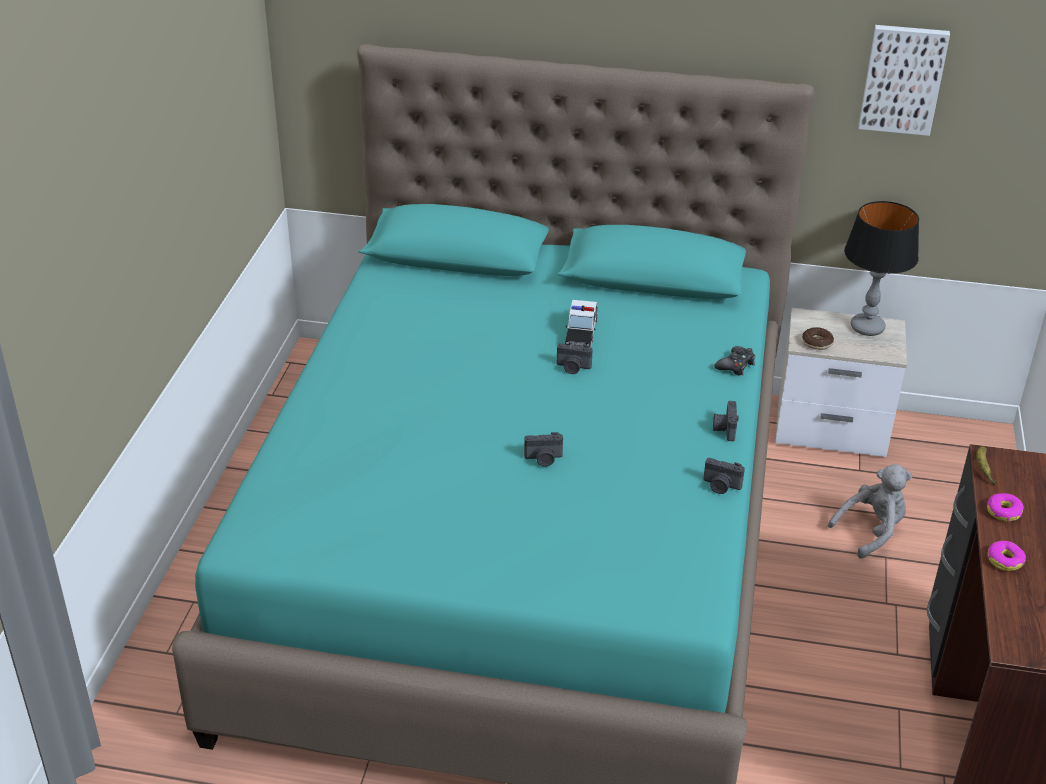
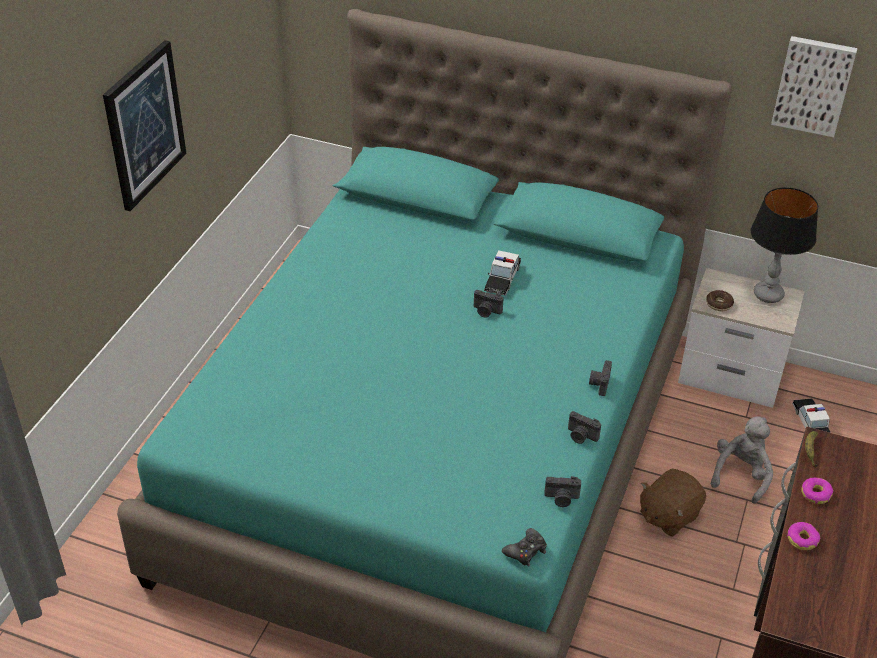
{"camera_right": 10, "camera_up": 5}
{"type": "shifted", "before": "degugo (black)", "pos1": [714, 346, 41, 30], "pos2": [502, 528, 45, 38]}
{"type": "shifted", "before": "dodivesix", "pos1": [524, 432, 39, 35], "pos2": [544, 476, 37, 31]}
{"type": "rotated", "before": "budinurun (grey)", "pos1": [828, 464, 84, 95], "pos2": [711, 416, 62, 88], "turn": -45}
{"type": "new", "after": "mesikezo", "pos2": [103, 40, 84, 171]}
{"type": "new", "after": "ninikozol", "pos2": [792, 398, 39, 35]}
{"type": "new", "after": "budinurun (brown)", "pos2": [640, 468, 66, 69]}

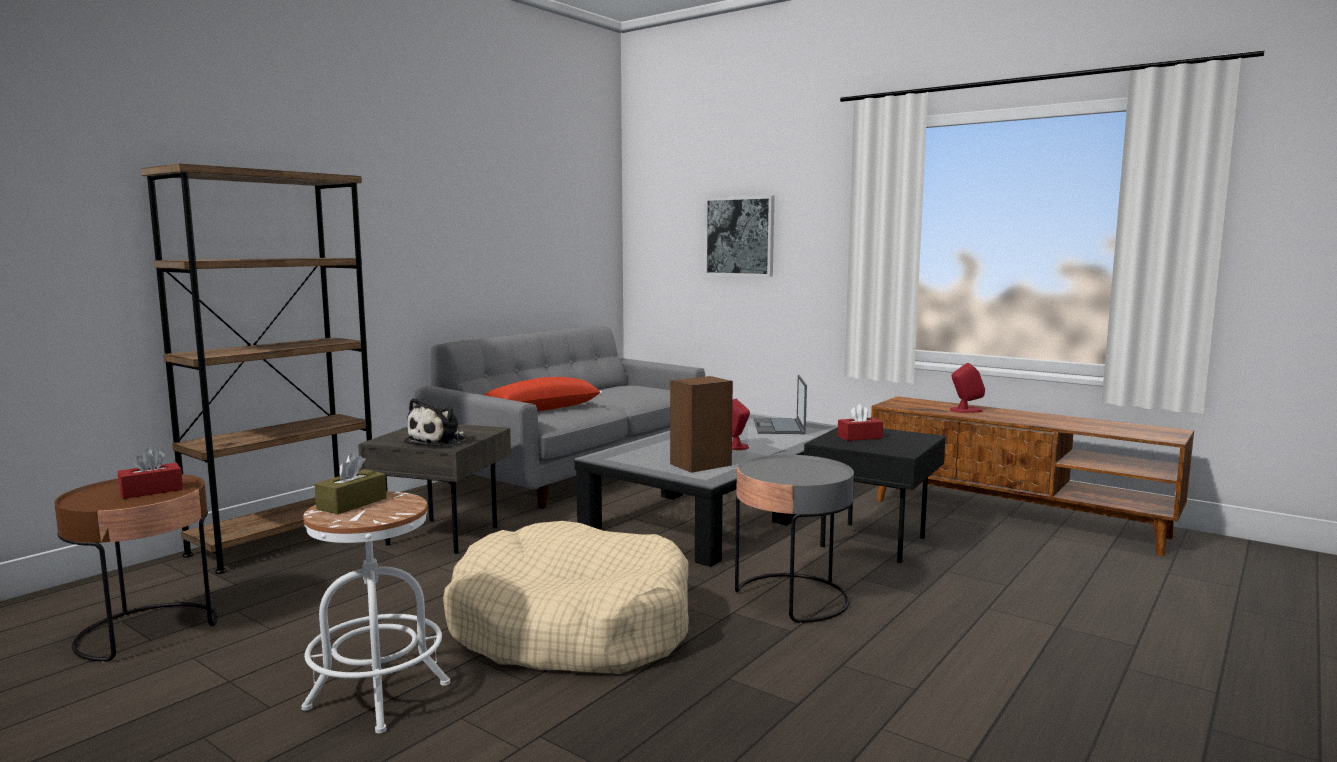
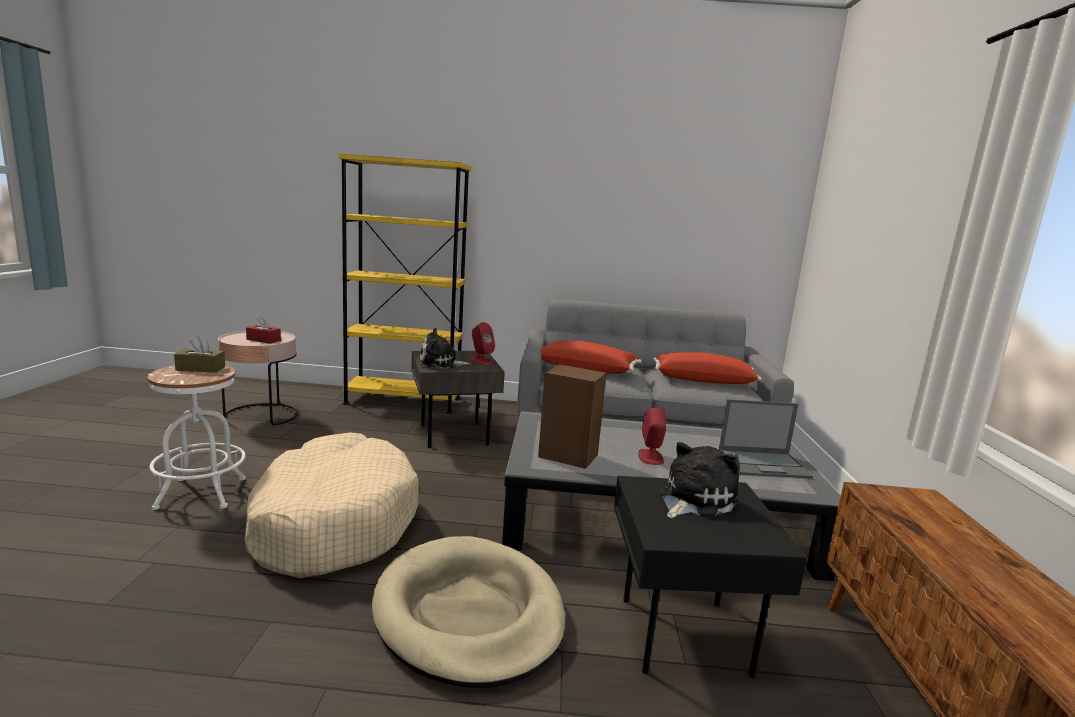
{"camera_right": 55, "camera_up": 5}
{"type": "repainted", "before": "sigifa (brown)", "after": "sigifa (yellow)", "pos1": [141, 163, 231, 411], "pos2": [338, 154, 133, 260]}
{"type": "gone", "before": "mesikezo", "pos1": [704, 195, 70, 82]}
{"type": "shifted", "before": "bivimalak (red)", "pos1": [950, 363, 35, 50], "pos2": [470, 322, 25, 43]}
{"type": "rotated", "before": "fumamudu", "pos1": [754, 375, 53, 59], "pos2": [719, 399, 94, 80], "turn": -150}
{"type": "swapped", "before": "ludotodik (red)", "after": "budinurun", "pos1": [837, 404, 46, 37], "pos2": [659, 442, 81, 76]}
{"type": "swapped", "before": "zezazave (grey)", "after": "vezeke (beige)", "pos1": [735, 455, 119, 168], "pos2": [372, 536, 194, 152]}
{"type": "repainted", "before": "zezazave (brown)", "after": "zezazave (pink)", "pos1": [54, 474, 164, 188], "pos2": [218, 331, 80, 95]}
{"type": "new", "after": "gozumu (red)", "pos2": [653, 352, 109, 32]}

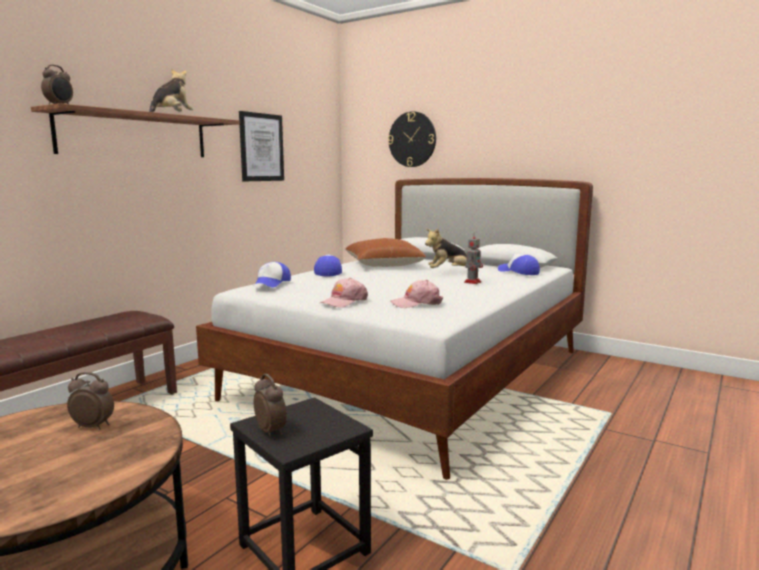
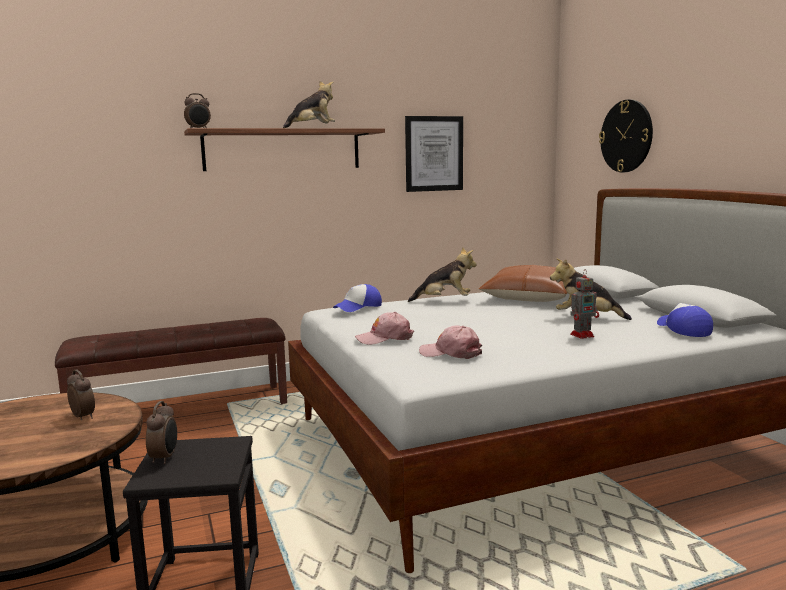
{"camera_right": 35, "camera_up": 0}
{"type": "swapped", "before": "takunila", "after": "budinurun", "pos1": [314, 254, 28, 23], "pos2": [408, 247, 69, 55]}

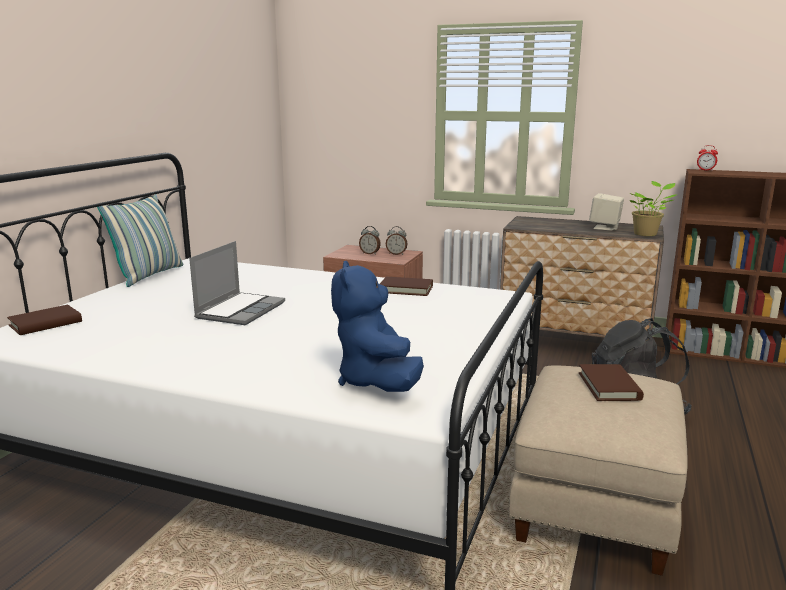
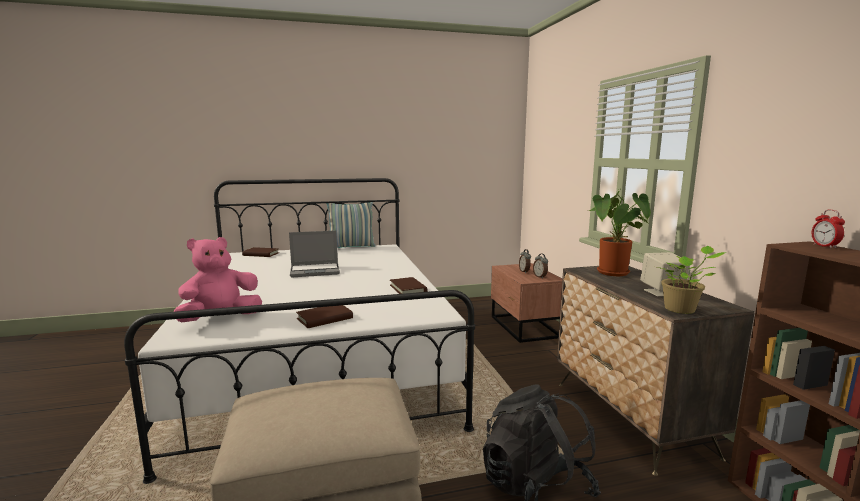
{"camera_right": 55, "camera_up": -5}
{"type": "repainted", "before": "budinurun (blue)", "after": "budinurun (pink)", "pos1": [331, 261, 93, 131], "pos2": [173, 237, 89, 85]}
{"type": "shifted", "before": "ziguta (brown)", "pos1": [579, 364, 65, 37], "pos2": [296, 305, 57, 23]}
{"type": "new", "after": "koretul", "pos2": [589, 190, 62, 86]}

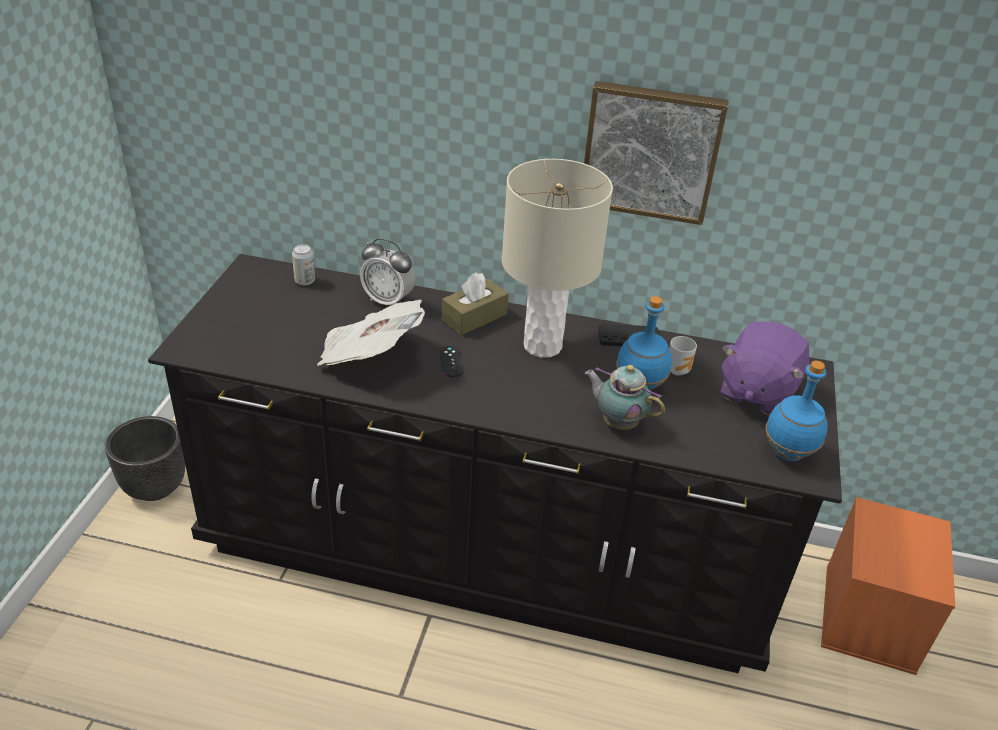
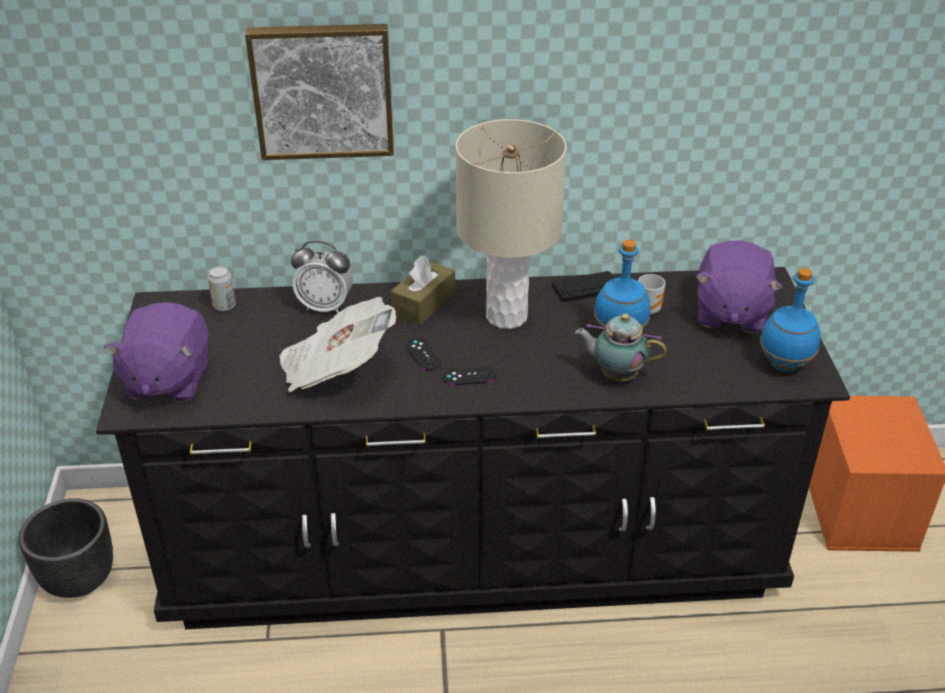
{"camera_right": -15, "camera_up": 0}
{"type": "shifted", "before": "mesikezo", "pos1": [584, 81, 145, 144], "pos2": [245, 24, 149, 136]}
{"type": "new", "after": "budinurun (purple)", "pos2": [104, 302, 105, 100]}
{"type": "new", "after": "degugo (black)", "pos2": [443, 367, 53, 18]}

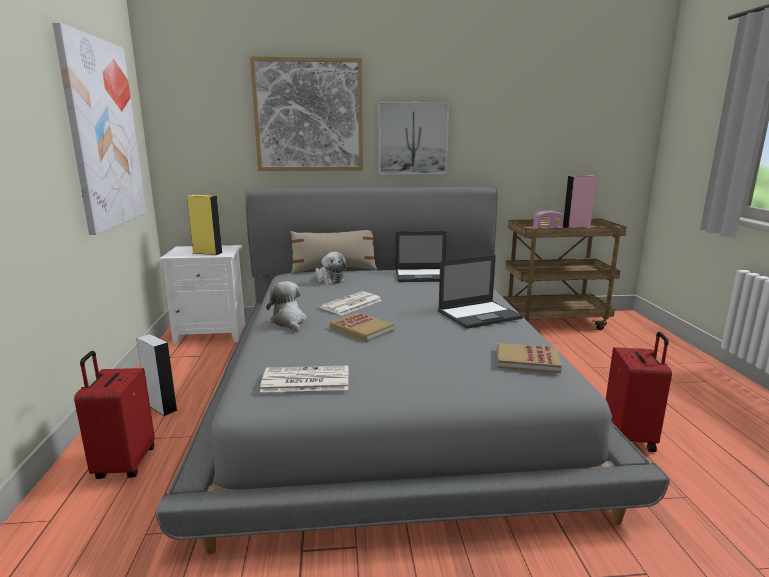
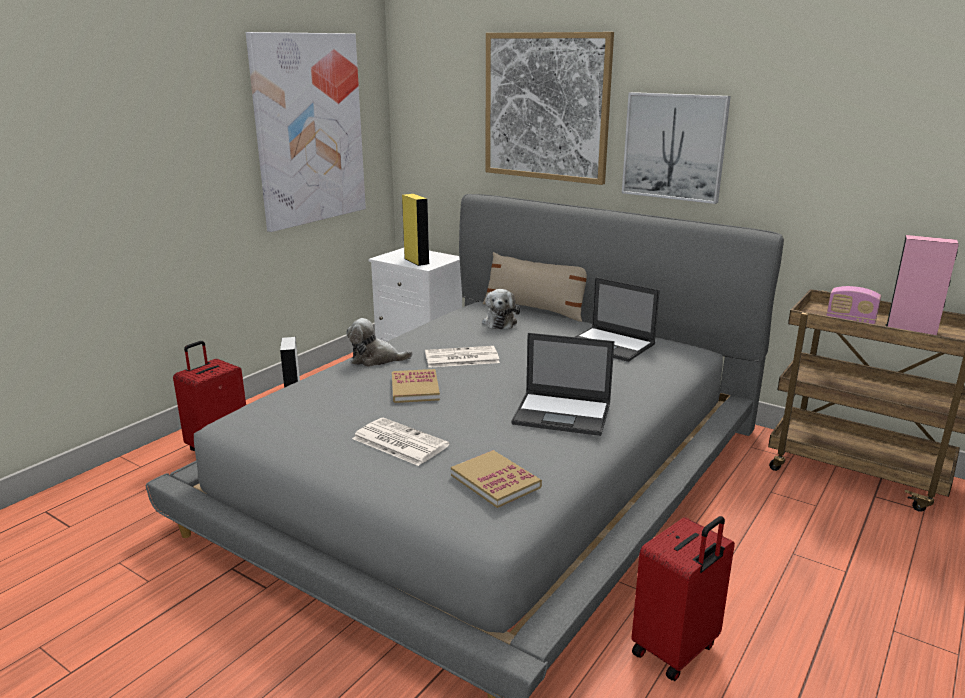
{"camera_right": 40, "camera_up": 5}
{"type": "rotated", "before": "budinurun", "pos1": [266, 281, 41, 51], "pos2": [347, 318, 65, 49], "turn": -105}
{"type": "shifted", "before": "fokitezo", "pos1": [260, 366, 88, 26], "pos2": [352, 418, 98, 48]}

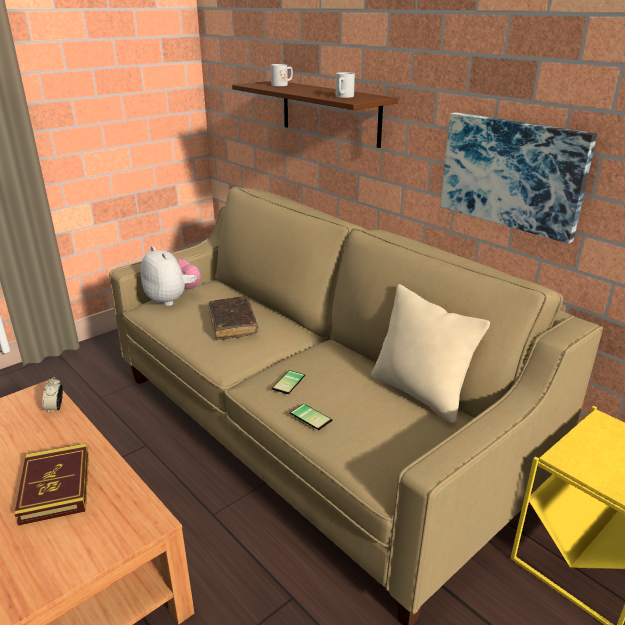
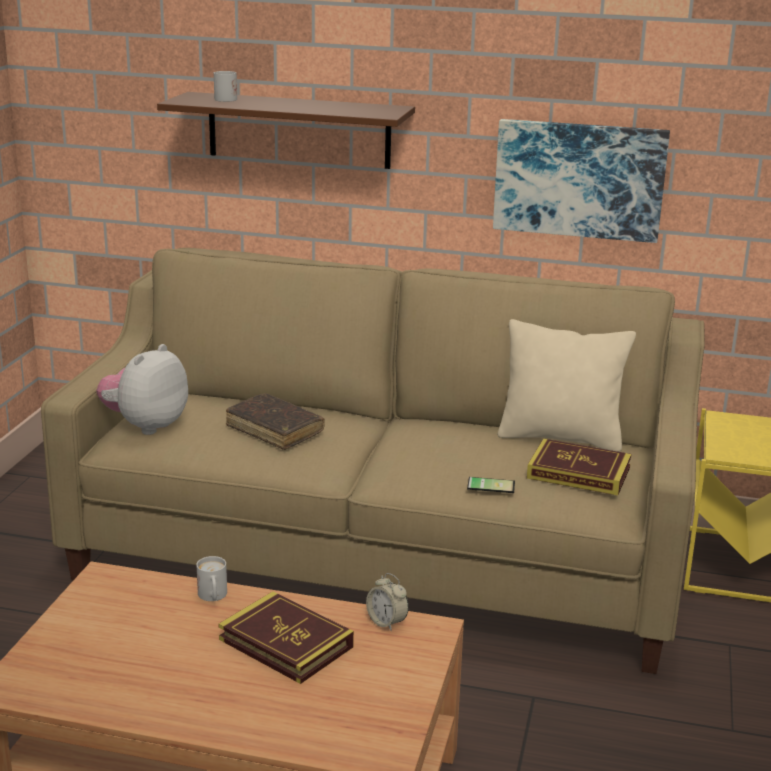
{"camera_right": -35, "camera_up": -5}
{"type": "shifted", "before": "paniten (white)", "pos1": [336, 72, 19, 26], "pos2": [196, 556, 31, 45]}
{"type": "rotated", "before": "budinurun", "pos1": [141, 246, 60, 60], "pos2": [96, 344, 92, 91], "turn": -75}
{"type": "gone", "before": "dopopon", "pos1": [272, 370, 33, 24]}
{"type": "shifted", "before": "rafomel", "pos1": [42, 377, 21, 36], "pos2": [366, 573, 43, 58]}
{"type": "new", "after": "ziguta", "pos2": [527, 439, 105, 56]}

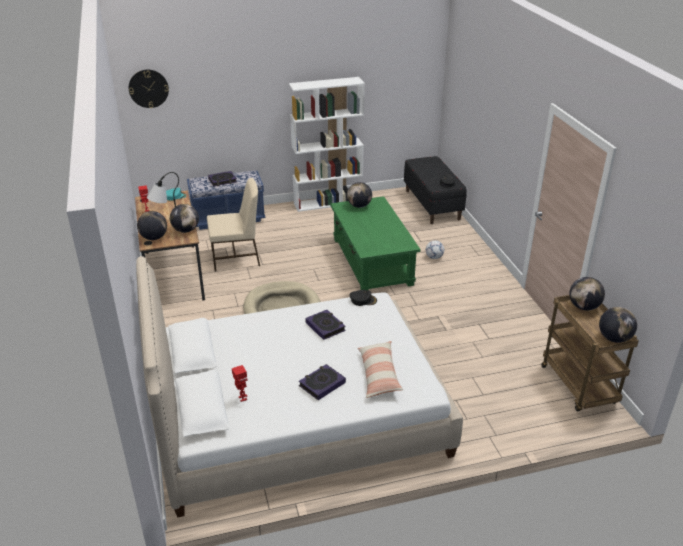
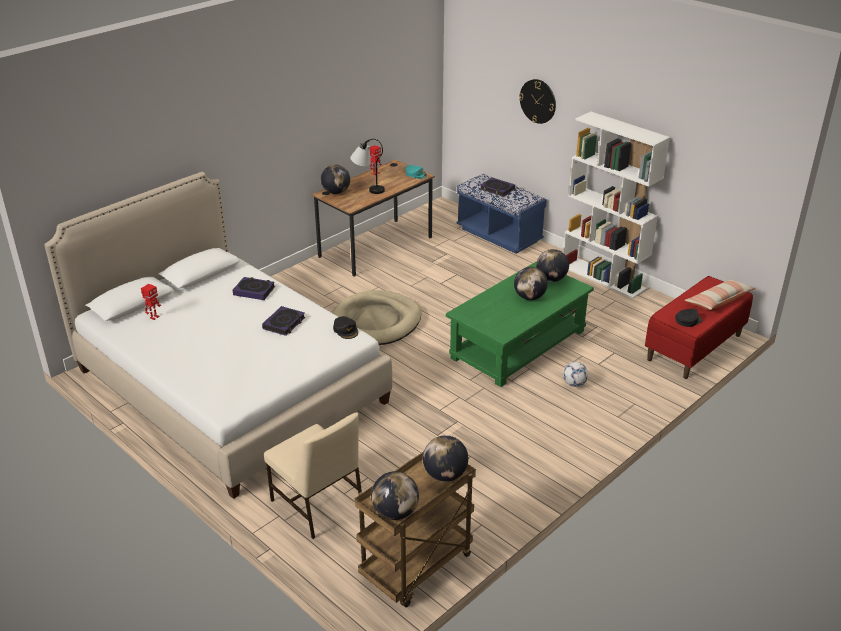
{"camera_right": 60, "camera_up": 0}
{"type": "shifted", "before": "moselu", "pos1": [129, 70, 40, 38], "pos2": [519, 79, 37, 45]}
{"type": "repainted", "before": "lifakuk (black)", "after": "lifakuk (red)", "pos1": [404, 156, 63, 68], "pos2": [645, 276, 108, 103]}
{"type": "shifted", "before": "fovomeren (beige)", "pos1": [207, 178, 53, 94], "pos2": [264, 412, 98, 127]}
{"type": "shifted", "before": "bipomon", "pos1": [170, 204, 29, 29], "pos2": [514, 267, 34, 33]}
{"type": "shifted", "before": "gozumu", "pos1": [358, 341, 45, 57], "pos2": [684, 280, 72, 30]}
{"type": "shifted", "before": "ziguta", "pos1": [299, 364, 47, 36], "pos2": [233, 277, 42, 23]}

